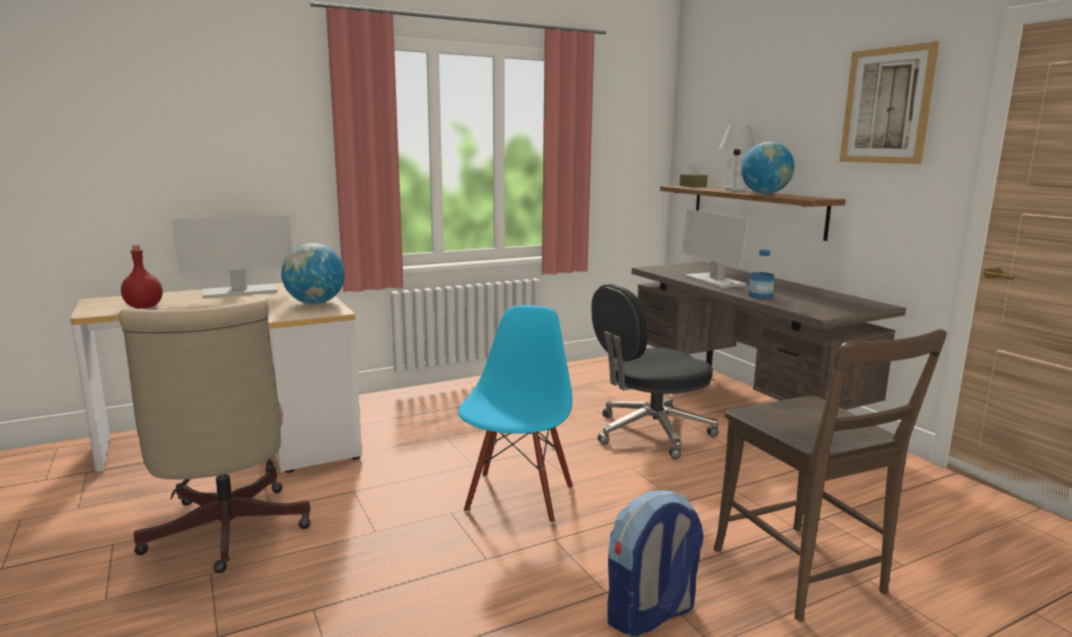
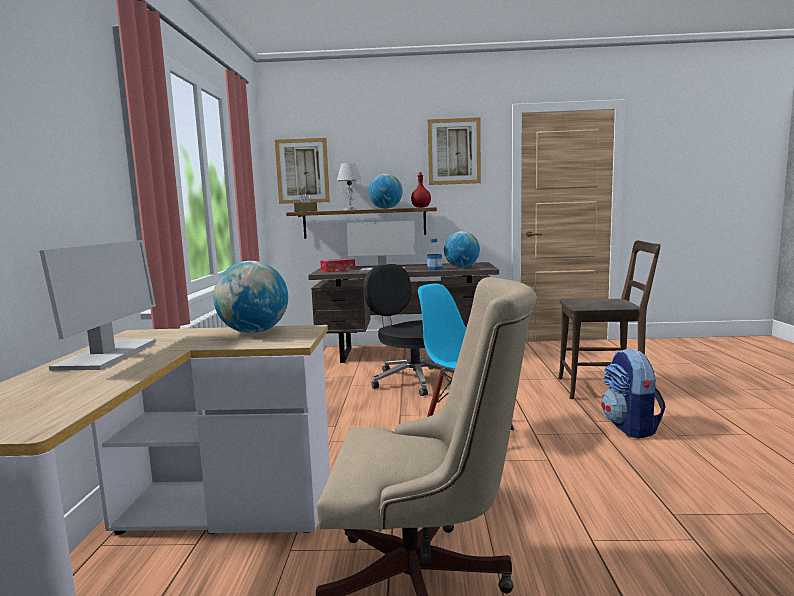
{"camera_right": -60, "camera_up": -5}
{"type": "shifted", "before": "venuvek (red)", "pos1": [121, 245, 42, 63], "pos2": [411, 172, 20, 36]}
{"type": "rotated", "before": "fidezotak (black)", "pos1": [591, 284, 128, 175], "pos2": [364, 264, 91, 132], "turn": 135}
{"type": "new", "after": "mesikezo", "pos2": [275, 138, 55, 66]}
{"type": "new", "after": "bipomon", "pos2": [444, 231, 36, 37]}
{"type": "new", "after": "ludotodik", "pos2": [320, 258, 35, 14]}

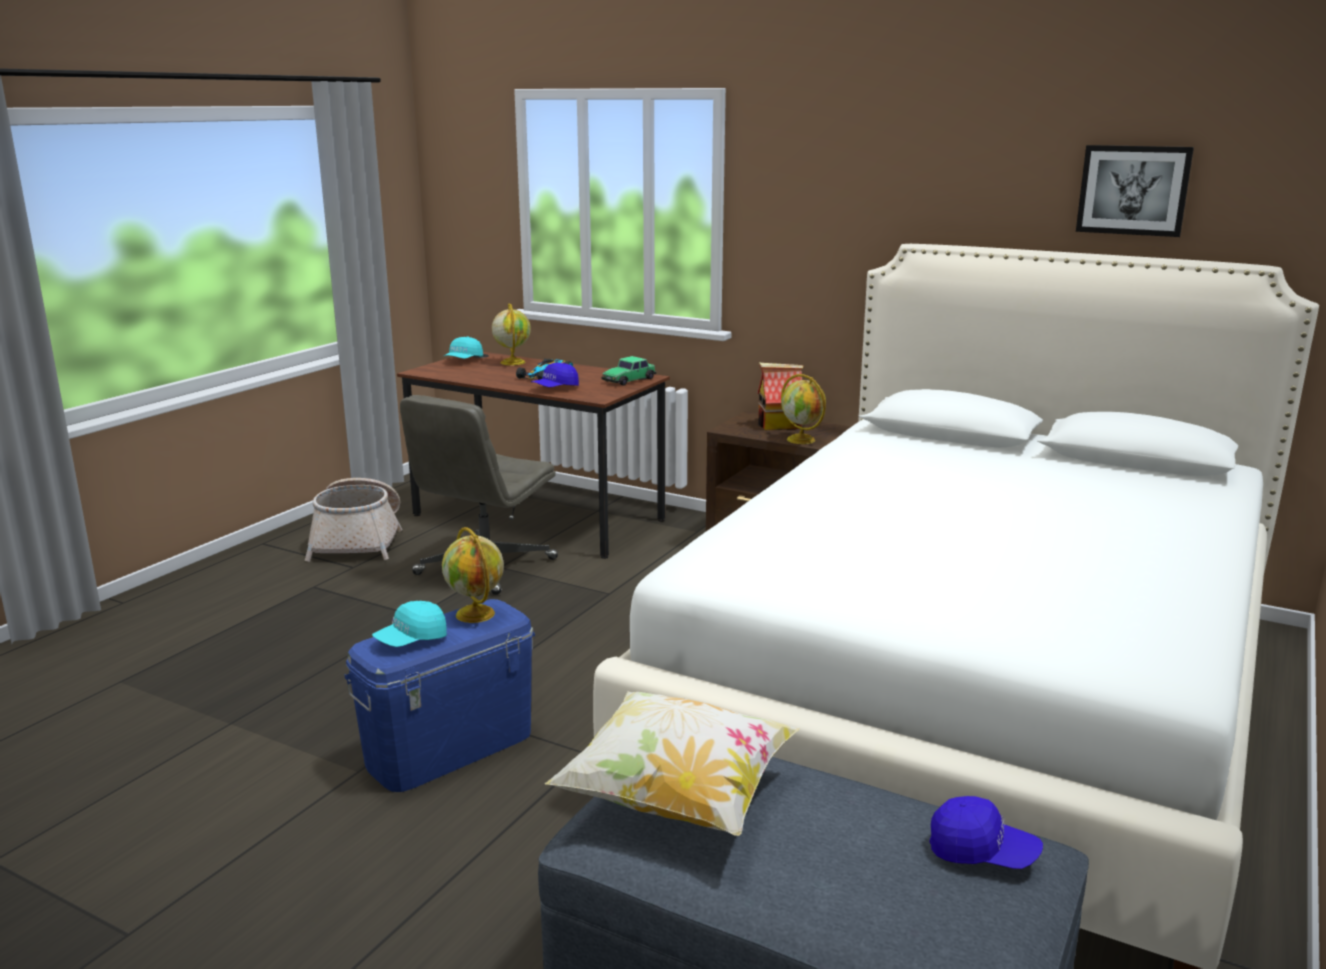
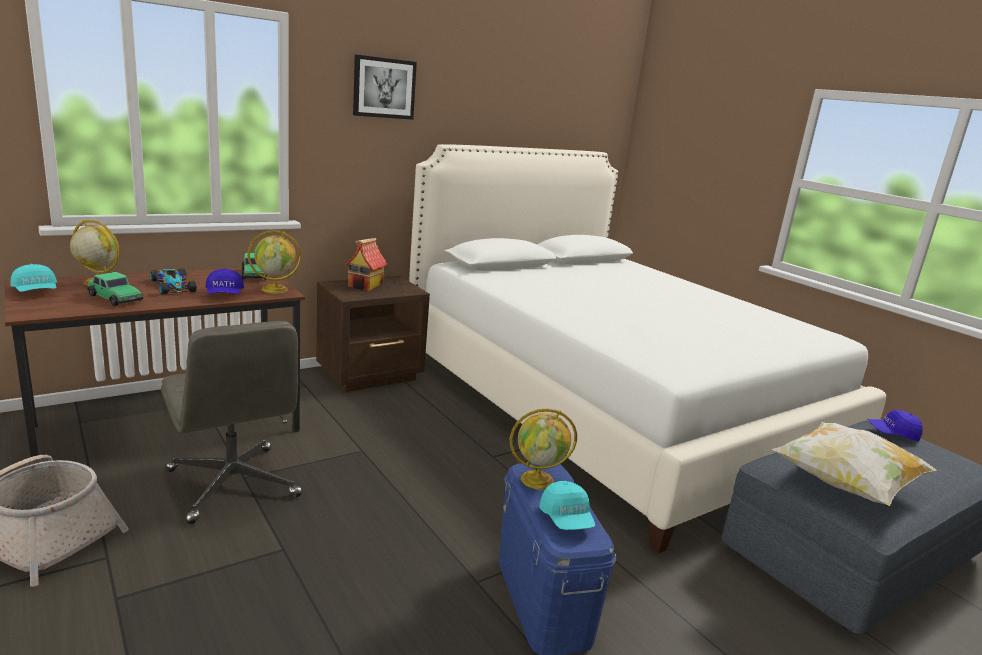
{"camera_right": -65, "camera_up": 0}
{"type": "shifted", "before": "mesikezo", "pos1": [1076, 145, 118, 92], "pos2": [353, 55, 64, 65]}
{"type": "shifted", "before": "bipomon", "pos1": [781, 374, 45, 70], "pos2": [247, 230, 54, 63]}
{"type": "rotated", "before": "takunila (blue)", "pos1": [929, 796, 114, 73], "pos2": [867, 410, 56, 32], "turn": -135}
{"type": "new", "after": "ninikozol", "pos2": [87, 272, 57, 34]}

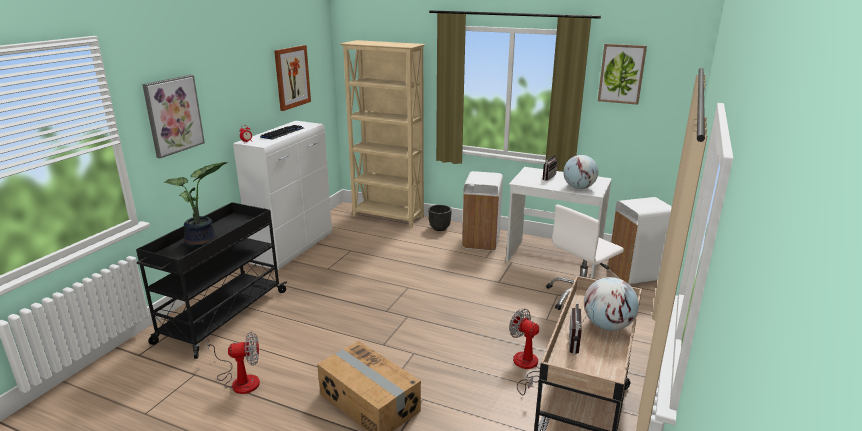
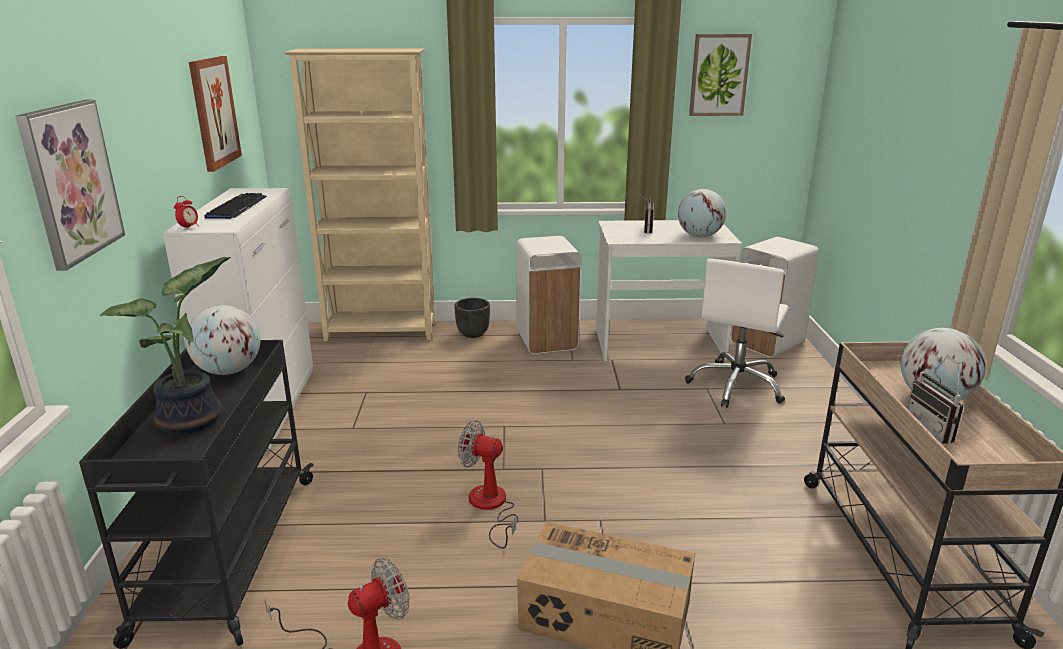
{"camera_right": -25, "camera_up": 0}
{"type": "shifted", "before": "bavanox", "pos1": [509, 308, 31, 87], "pos2": [458, 420, 60, 129]}
{"type": "new", "after": "bipomon", "pos2": [185, 305, 75, 70]}

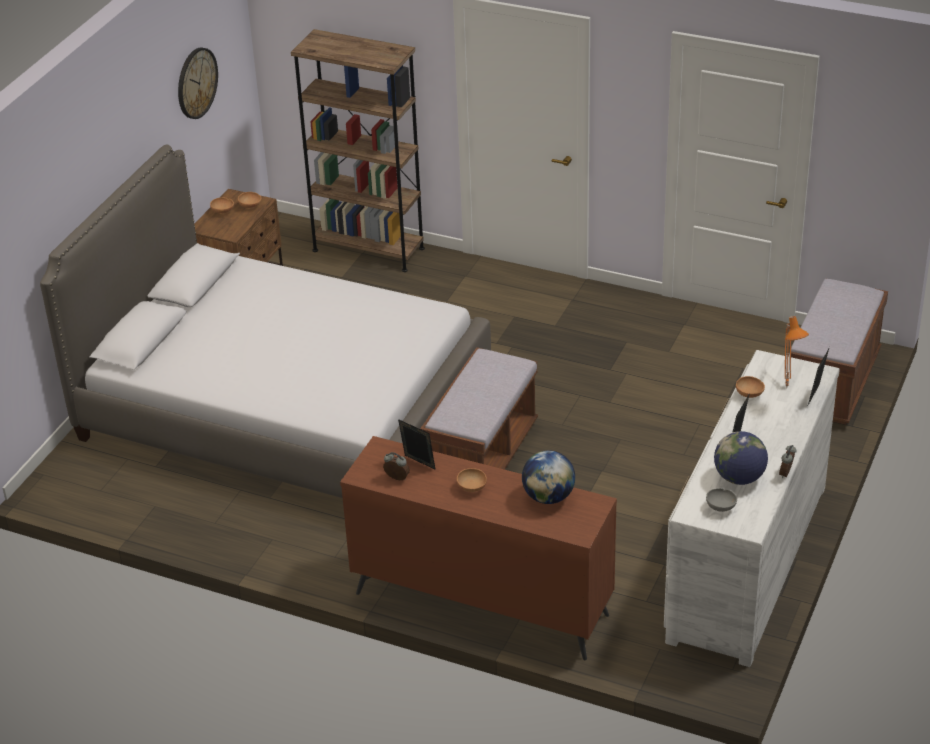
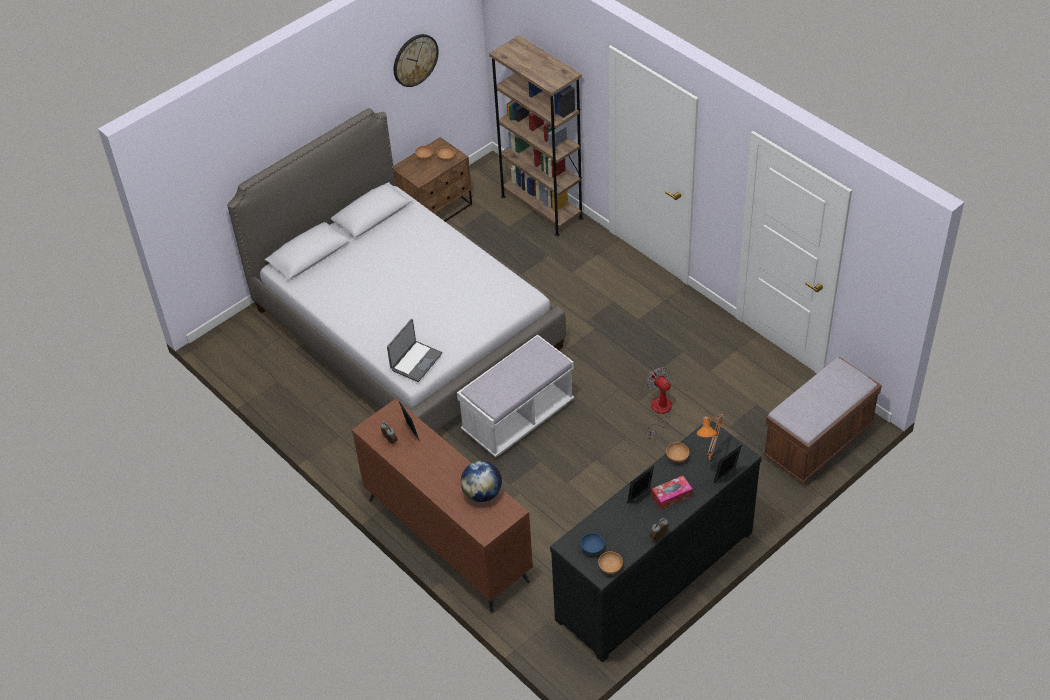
{"camera_right": 25, "camera_up": 10}
{"type": "repainted", "before": "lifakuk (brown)", "after": "lifakuk (white)", "pos1": [420, 347, 118, 123], "pos2": [457, 335, 118, 122]}
{"type": "repainted", "before": "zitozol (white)", "after": "zitozol (black)", "pos1": [664, 350, 176, 317], "pos2": [550, 420, 212, 242]}
{"type": "gone", "before": "bipomon", "pos1": [714, 431, 54, 54]}
{"type": "shifted", "before": "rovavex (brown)", "pos1": [457, 468, 30, 24], "pos2": [598, 551, 25, 23]}
{"type": "repainted", "before": "rovavex (grey)", "after": "rovavex (blue)", "pos1": [706, 488, 31, 24], "pos2": [581, 533, 24, 21]}
{"type": "new", "after": "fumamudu", "pos2": [387, 319, 55, 63]}
{"type": "new", "after": "bavanox", "pos2": [646, 367, 26, 72]}
{"type": "new", "after": "ludotodik", "pos2": [651, 476, 41, 34]}

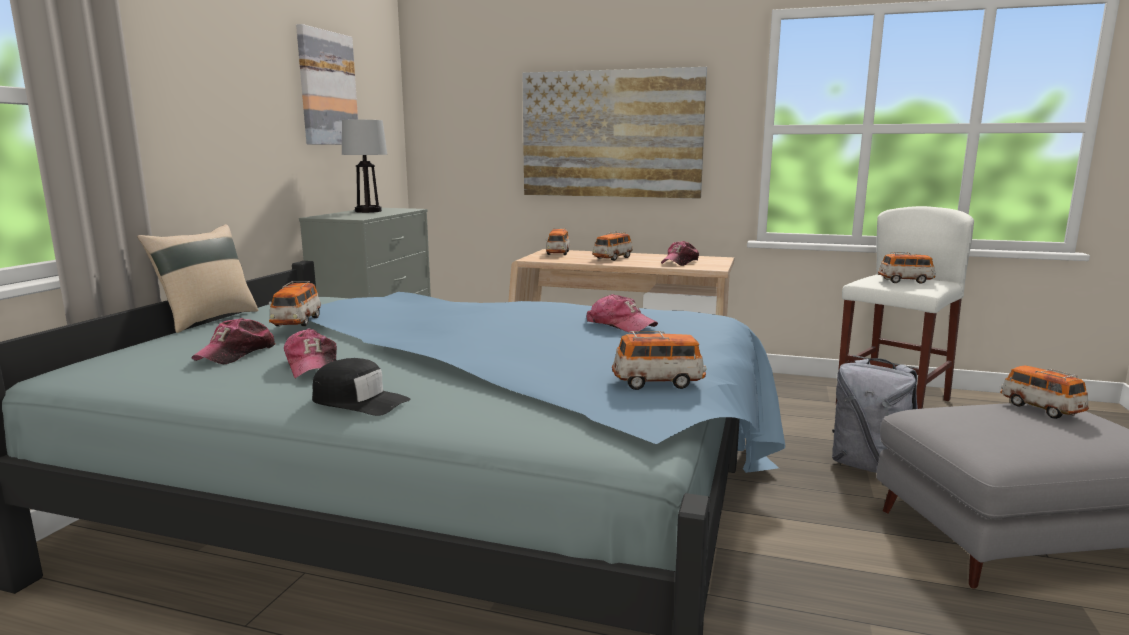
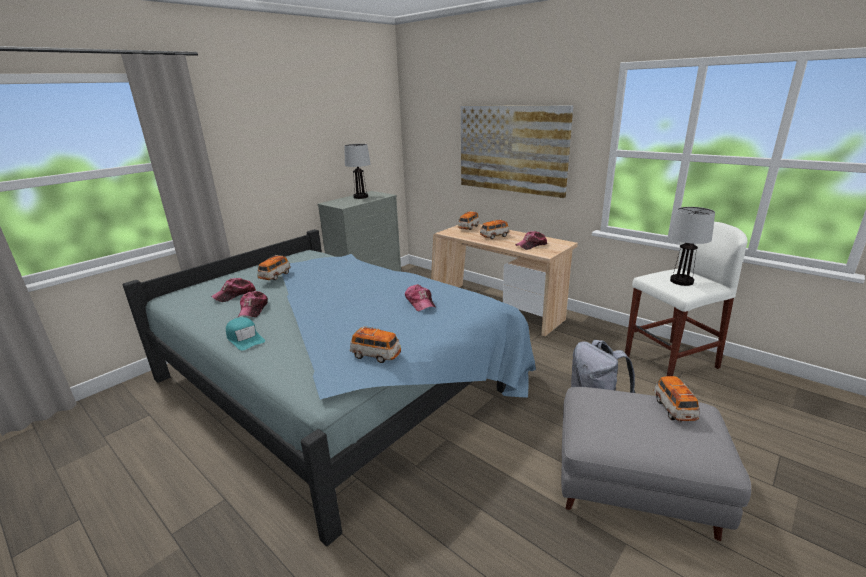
{"camera_right": 25, "camera_up": 10}
{"type": "gone", "before": "mesikezo", "pos1": [296, 24, 62, 121]}
{"type": "gone", "before": "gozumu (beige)", "pos1": [137, 224, 121, 109]}
{"type": "swapped", "before": "ninikozol", "after": "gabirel", "pos1": [878, 252, 58, 32], "pos2": [670, 207, 45, 79]}
{"type": "repainted", "before": "takunila (black)", "after": "takunila (turquoise)", "pos1": [312, 358, 98, 58], "pos2": [226, 317, 39, 33]}

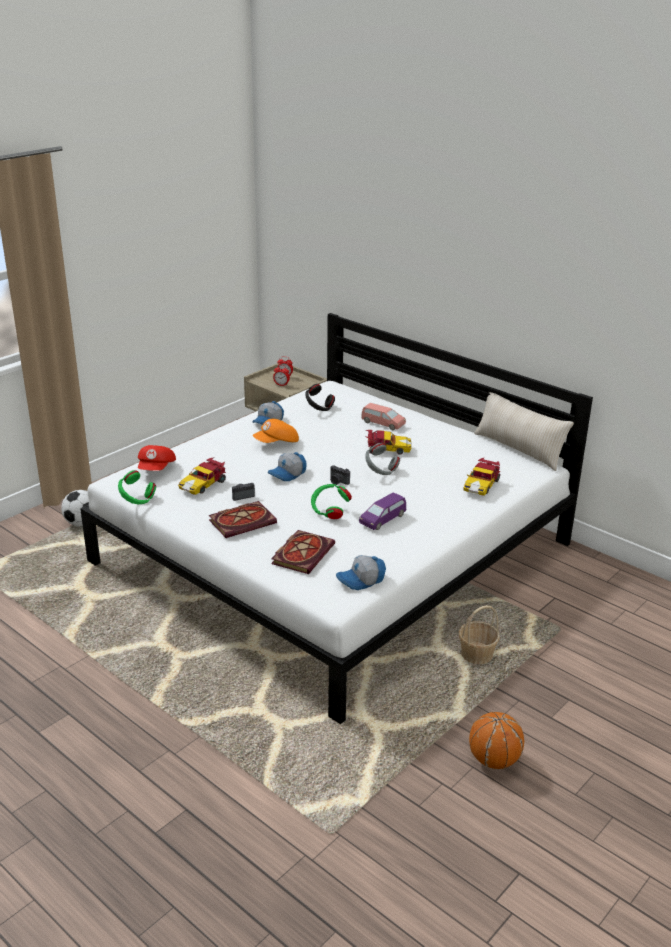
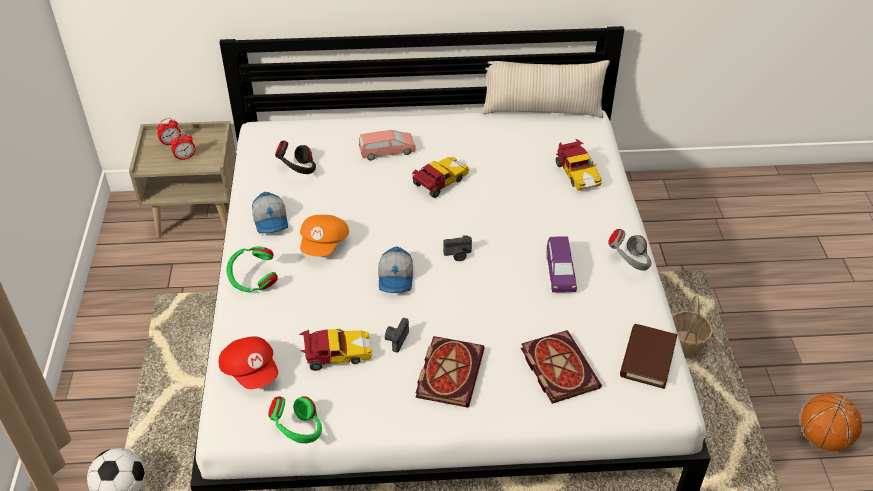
{"camera_right": -45, "camera_up": 15}
{"type": "shifted", "before": "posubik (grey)", "pos1": [365, 443, 35, 32], "pos2": [608, 229, 44, 42]}
{"type": "rotated", "before": "ninikozol", "pos1": [178, 458, 48, 37], "pos2": [299, 329, 73, 42], "turn": -90}
{"type": "shifted", "before": "posubik (green)", "pos1": [311, 484, 41, 35], "pos2": [227, 246, 51, 46]}
{"type": "swapped", "before": "takunila", "after": "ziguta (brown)", "pos1": [336, 555, 50, 35], "pos2": [620, 324, 58, 65]}

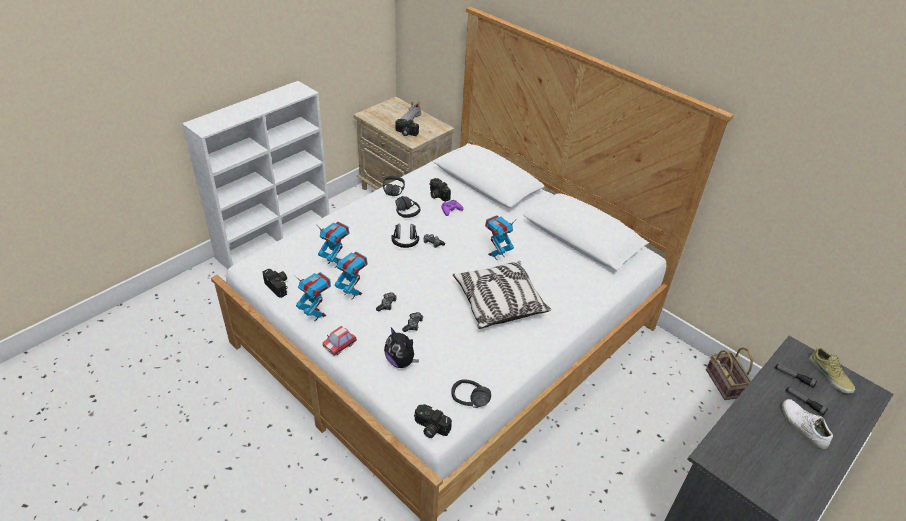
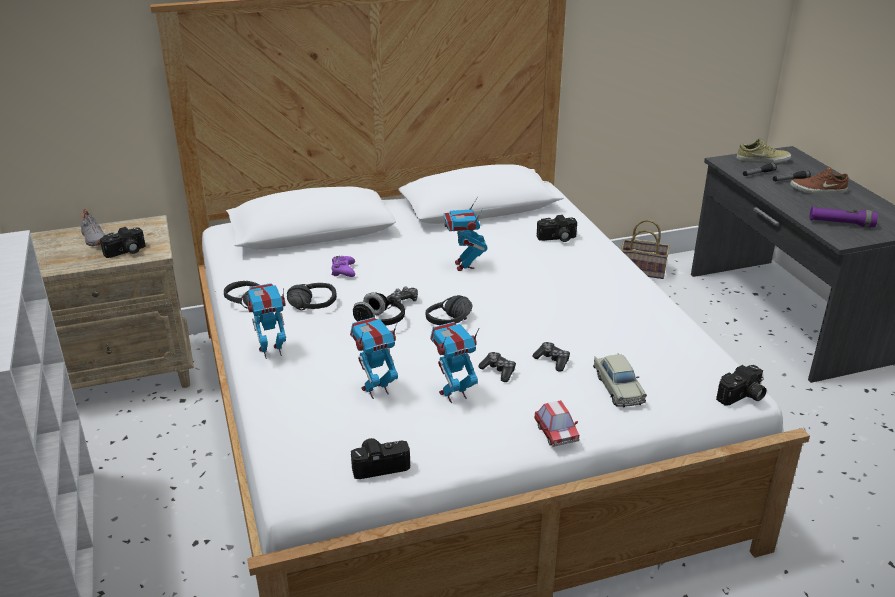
{"camera_right": -60, "camera_up": -10}
{"type": "shifted", "before": "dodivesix", "pos1": [429, 178, 22, 24], "pos2": [537, 215, 40, 27]}
{"type": "gone", "before": "gozumu", "pos1": [453, 261, 98, 68]}
{"type": "shifted", "before": "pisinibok", "pos1": [294, 272, 37, 49], "pos2": [247, 283, 39, 76]}
{"type": "swapped", "before": "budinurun", "after": "ninikozol (beige)", "pos1": [384, 328, 35, 40], "pos2": [593, 354, 54, 53]}
{"type": "shifted", "before": "posubik (black)", "pos1": [451, 379, 40, 29], "pos2": [426, 295, 47, 30]}
{"type": "repainted", "before": "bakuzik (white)", "after": "bakuzik (brown)", "pos1": [782, 399, 51, 50], "pos2": [790, 167, 58, 27]}
{"type": "new", "after": "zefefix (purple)", "pos2": [810, 206, 68, 21]}

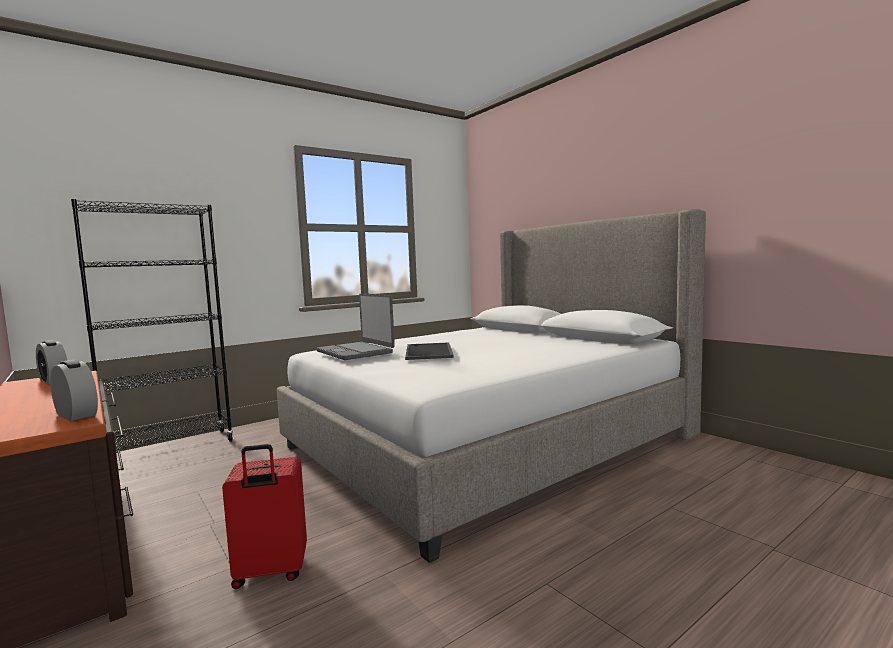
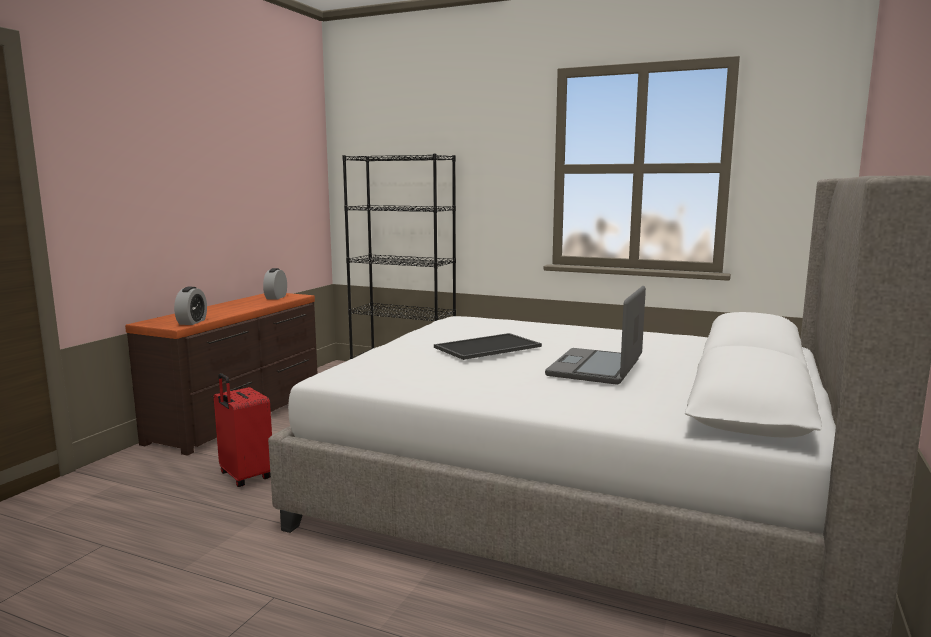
{"camera_right": 60, "camera_up": 5}
{"type": "shifted", "before": "fumamudu", "pos1": [317, 293, 78, 67], "pos2": [545, 286, 101, 99]}

